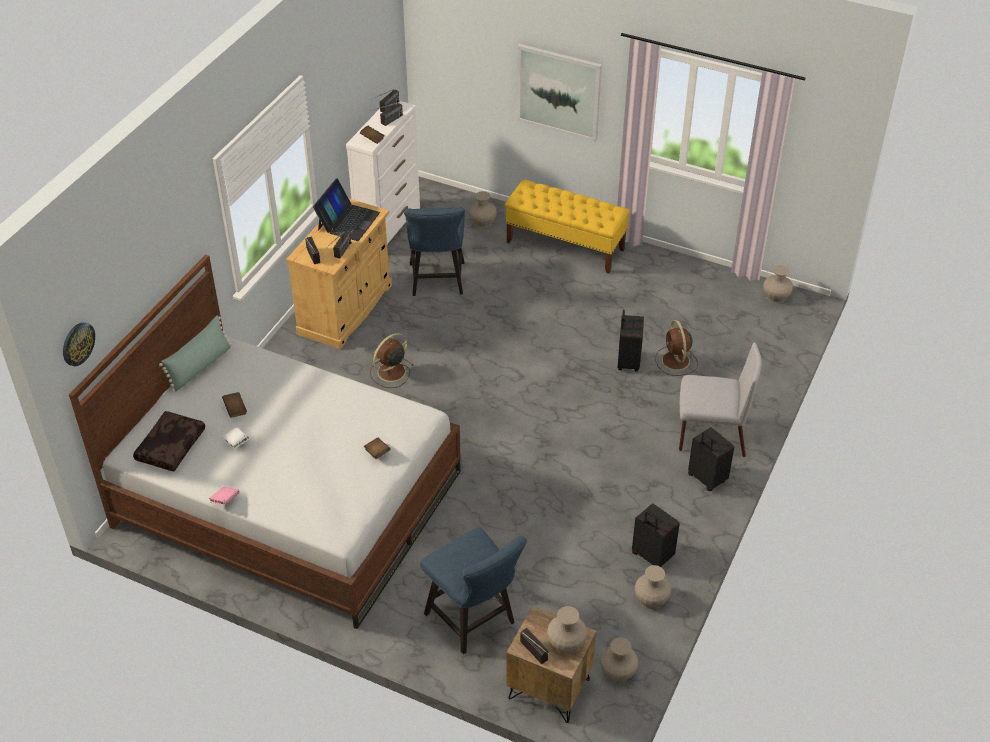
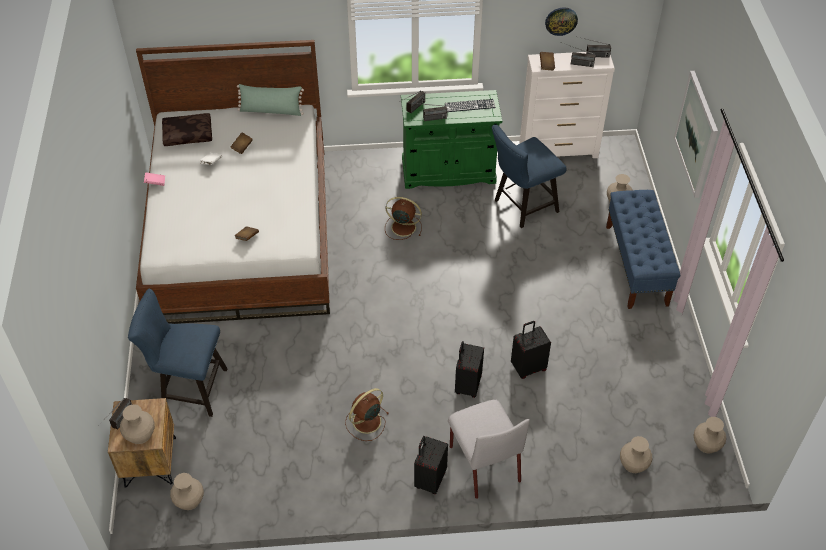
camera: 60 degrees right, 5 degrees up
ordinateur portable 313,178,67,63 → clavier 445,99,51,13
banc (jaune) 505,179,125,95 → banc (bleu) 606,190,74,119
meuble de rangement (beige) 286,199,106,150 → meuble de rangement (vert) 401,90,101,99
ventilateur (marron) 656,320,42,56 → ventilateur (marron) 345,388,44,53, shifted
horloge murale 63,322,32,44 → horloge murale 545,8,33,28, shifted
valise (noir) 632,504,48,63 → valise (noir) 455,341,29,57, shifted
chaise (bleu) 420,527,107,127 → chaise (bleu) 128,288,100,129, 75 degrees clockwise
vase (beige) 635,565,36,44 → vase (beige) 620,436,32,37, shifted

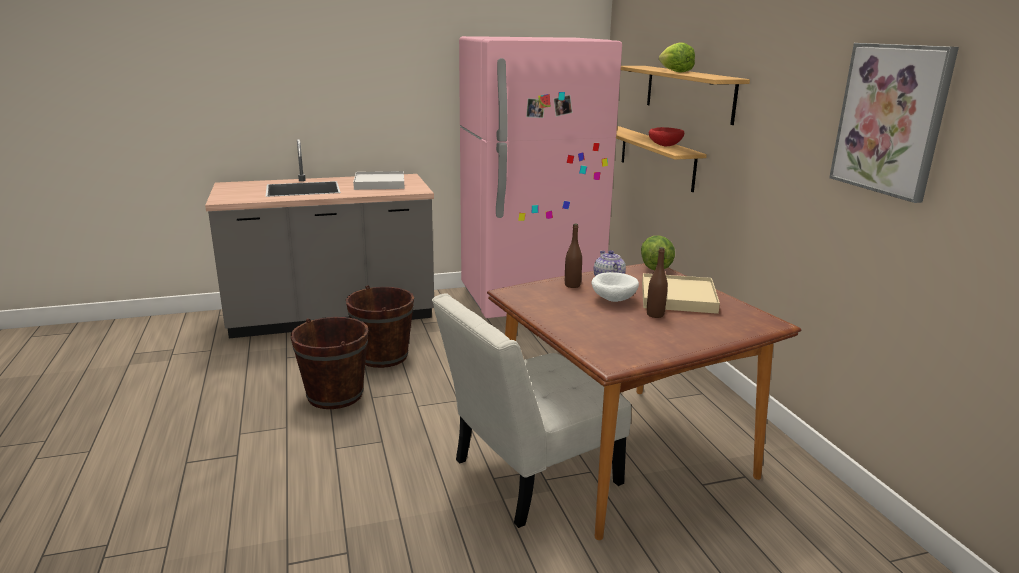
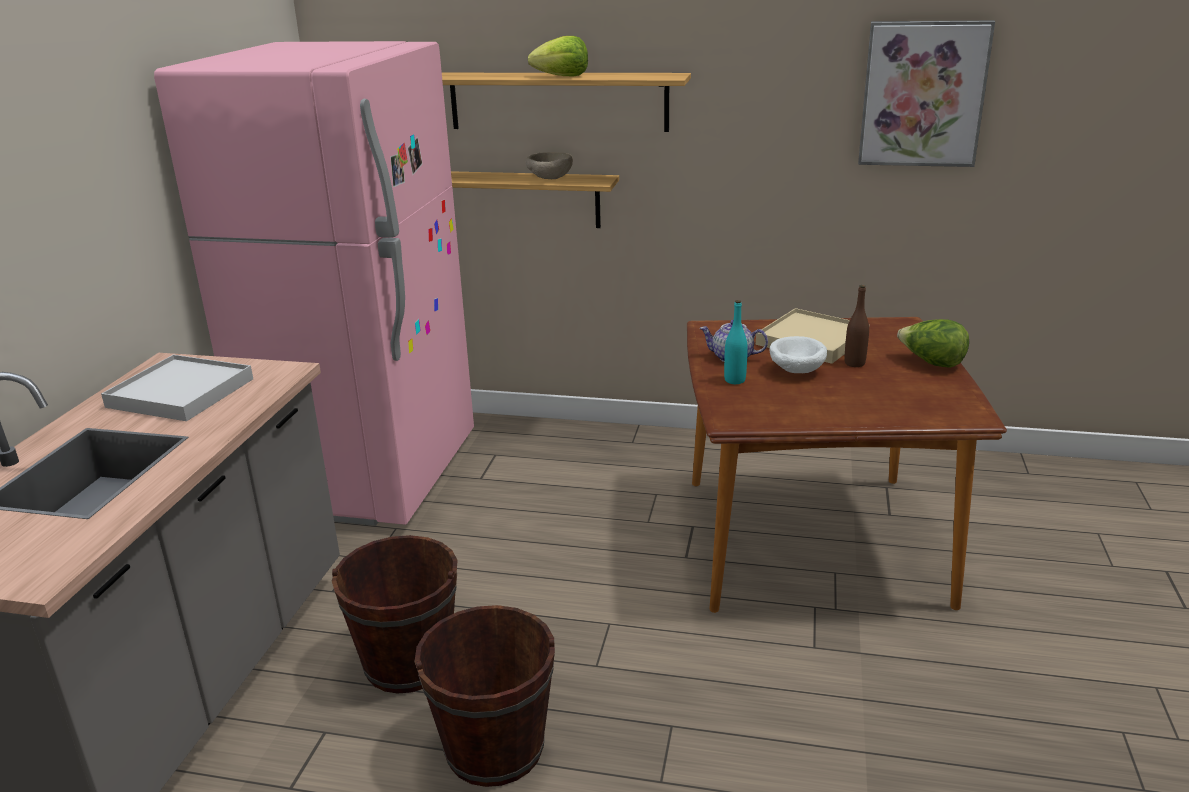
camera: 60 degrees left, 5 degrees up
bol (rouge) 649,127,35,20 → bol (beige) 526,152,47,27
bouteille (marron) 565,224,17,64 → bouteille (turquoise) 724,300,24,84
laitue 641,236,34,34 → laitue 897,319,72,49, shifted
chaise (blanc) 432,293,199,235 → -

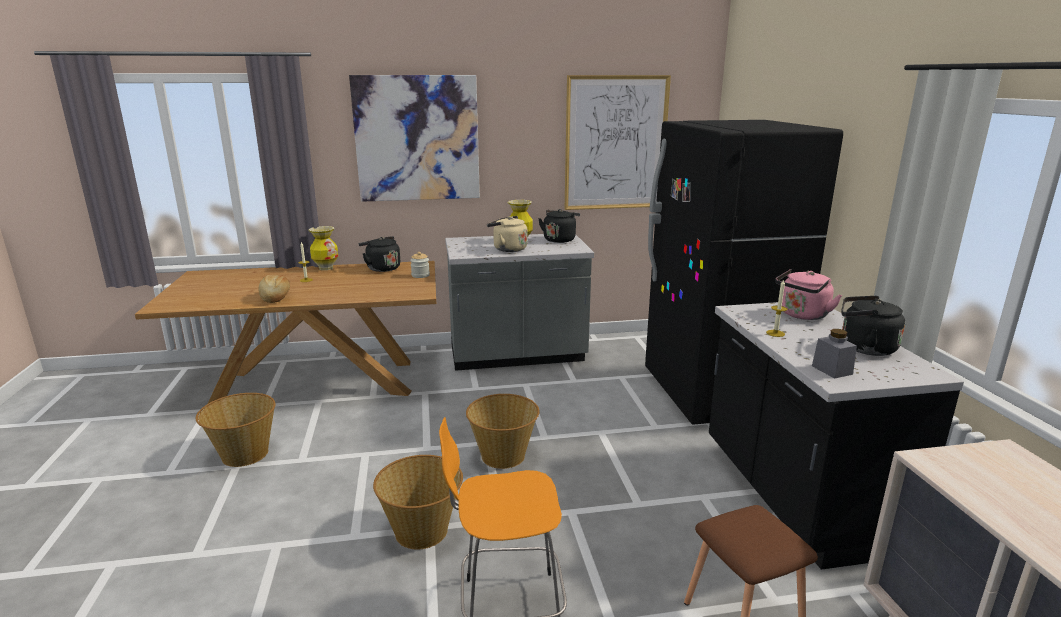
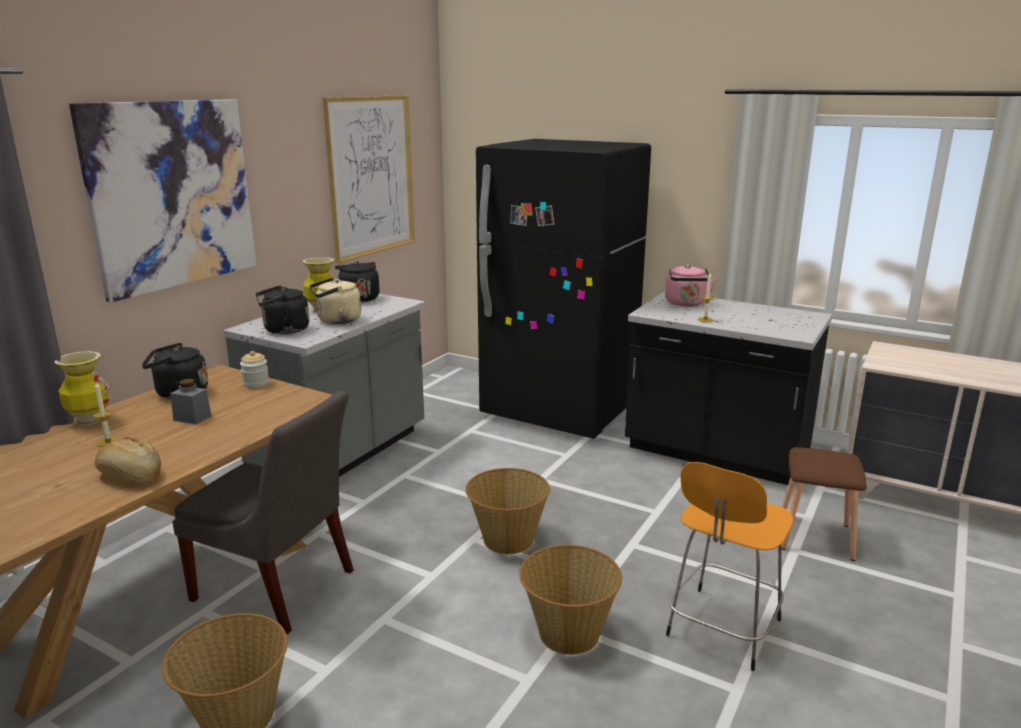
camera: 50 degrees left, 0 degrees up
bouilloire (noir) 841,296,64,60 → bouilloire (noir) 256,285,53,49, shifted
bocal (gris) 812,329,45,50 → bocal (gris) 170,379,42,45, shifted
- → chaise (gris) 172,391,182,243

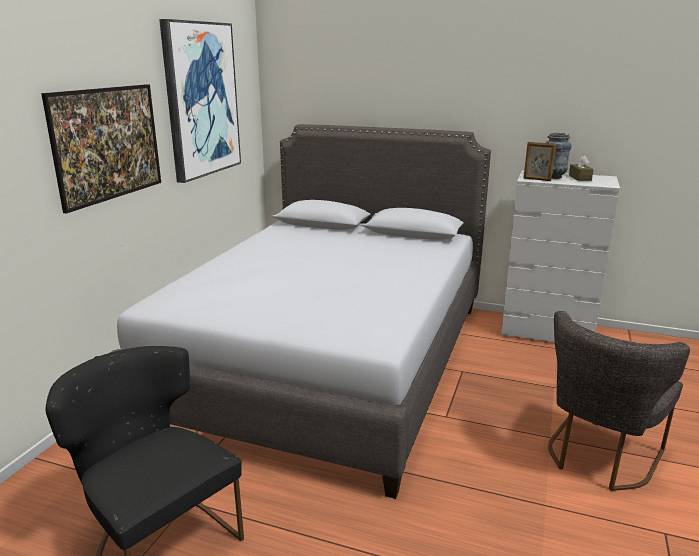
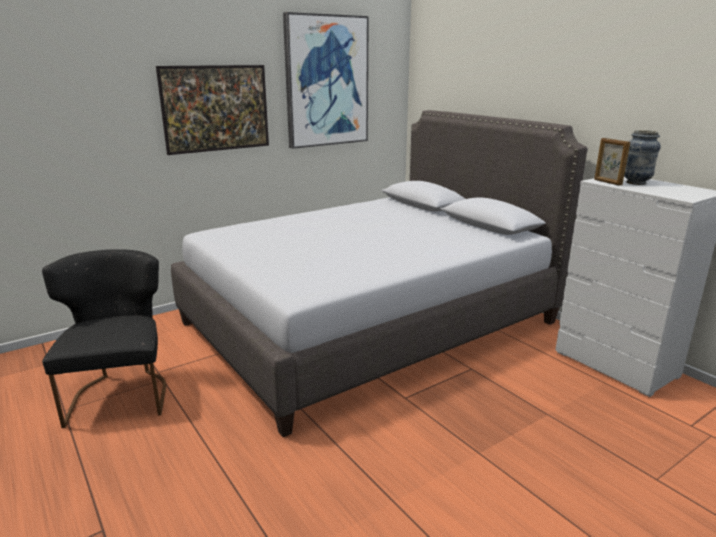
camera: 35 degrees right, 0 degrees up
boîte à mouchoirs (marron) 569,155,25,26 → -
chaise (gris) 548,311,142,180 → -

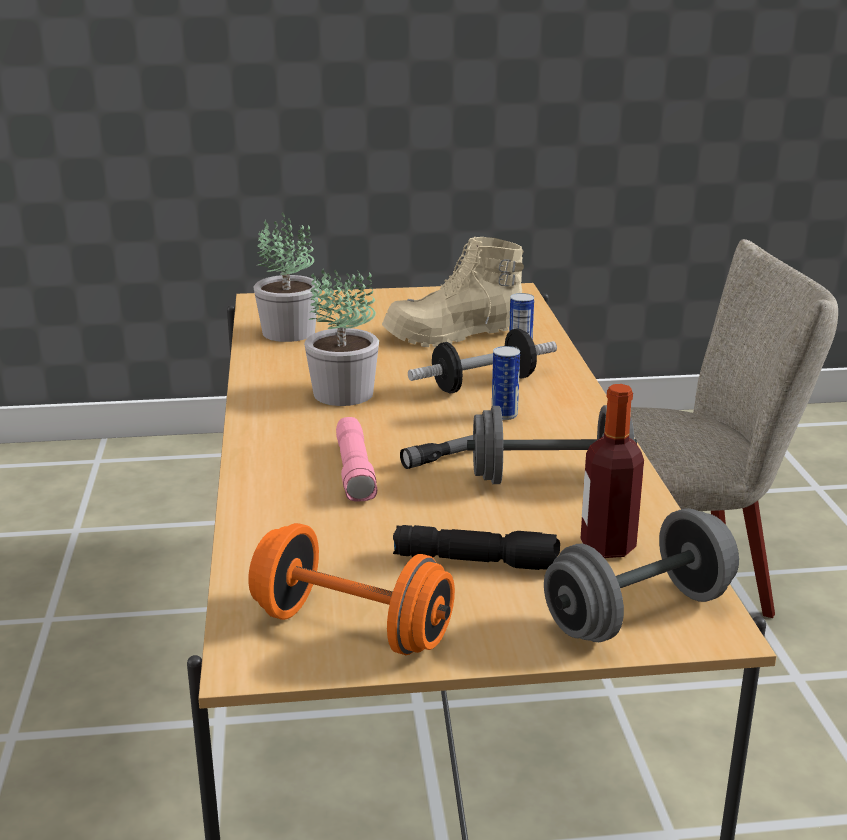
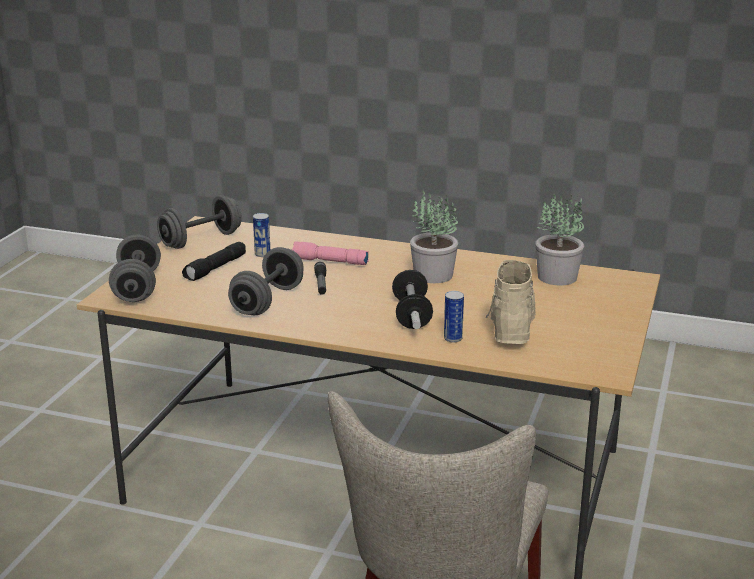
camera: 115 degrees right, 0 degrees up
boîte métallique 492,346,28,74 → boîte métallique 253,213,17,44, shifted
bouteille 580,384,64,174 → -
haltère (orange) 248,523,207,132 → haltère (gris) 157,195,85,54

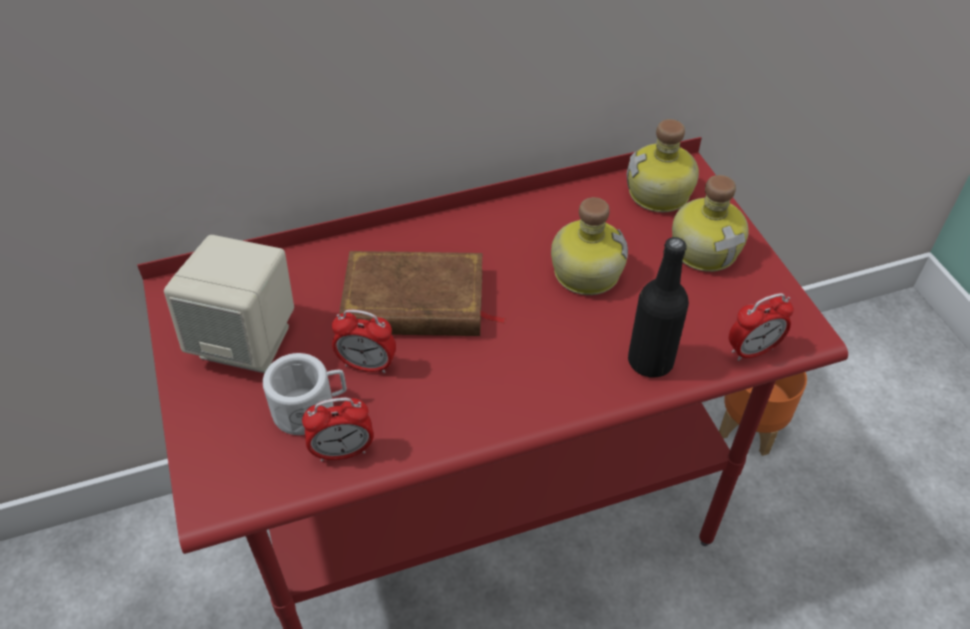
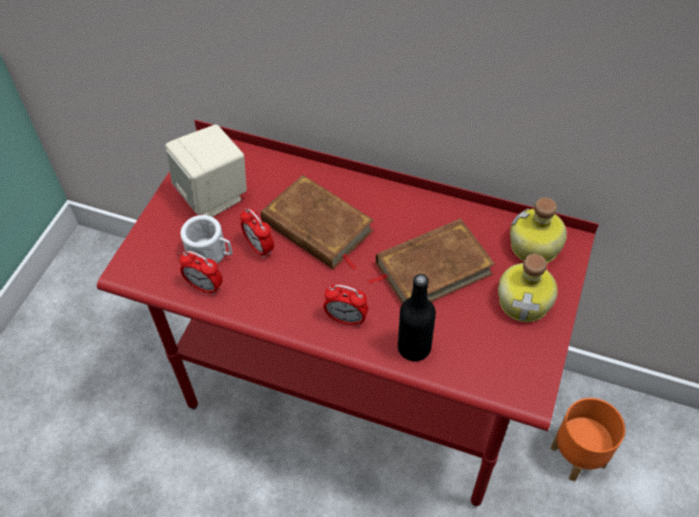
camera: 40 degrees right, 5 degrees up
bouteille 551,197,77,98 → livre (marron) 367,219,128,85
réveil 729,293,65,68 → réveil 323,284,45,42, shifted

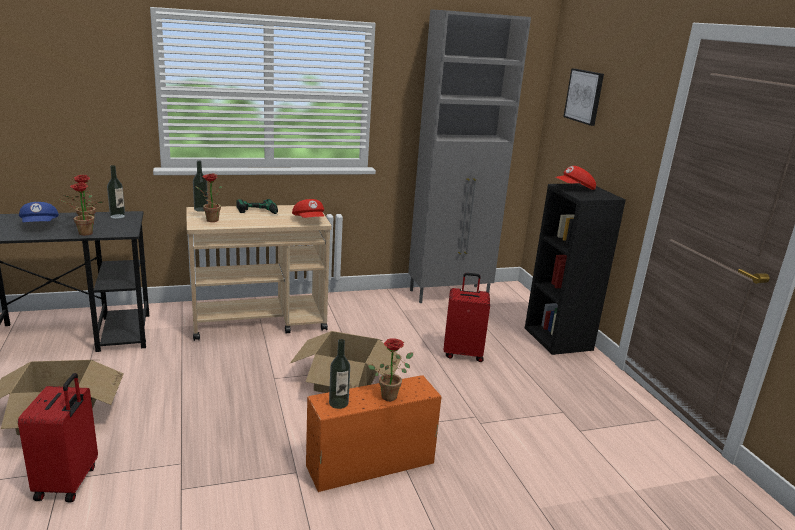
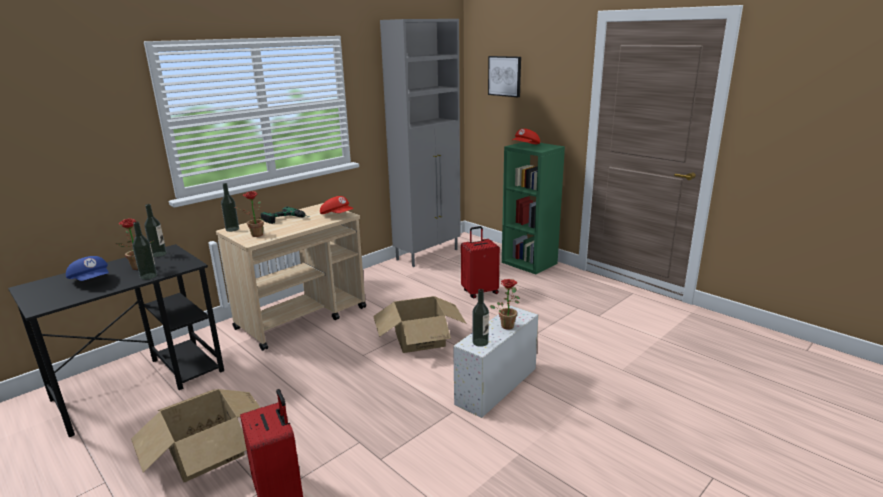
camera: 25 degrees left, 0 degrees up
plante en pot 60,183,35,53 → bouteille 132,222,25,58
bibliothèque (noir) 525,184,101,171 → bibliothèque (vert) 502,142,63,132
boîte de rangement (orange) 306,375,136,117 → boîte de rangement (blanc) 453,306,85,112

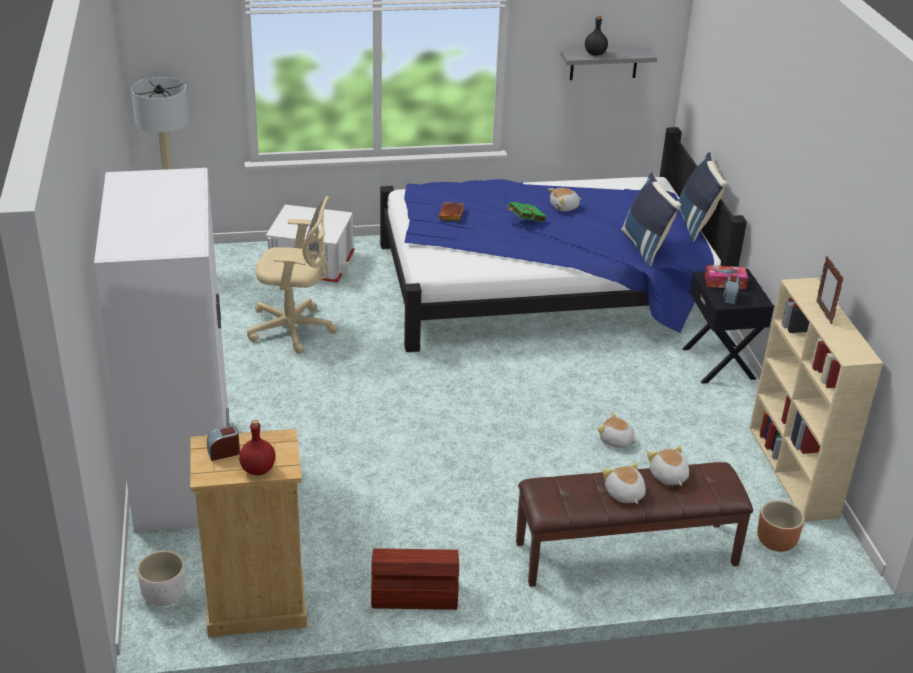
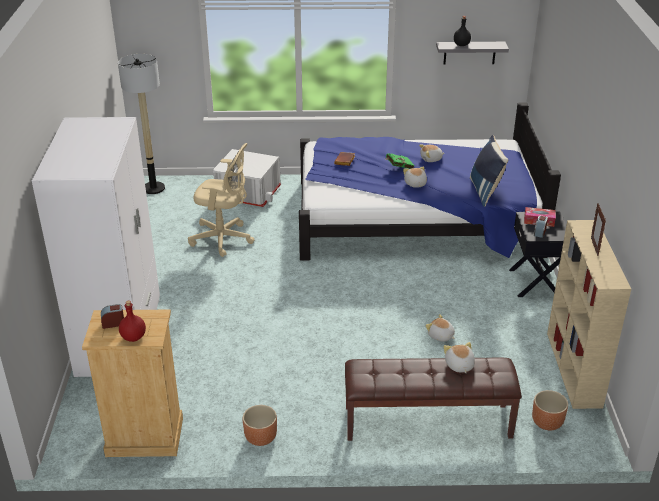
camera: 10 degrees right, 0 degrees up
coussin (bleu) 678,152,49,90 → -
peluche 603,462,43,42 → peluche 403,167,24,21, shifted
boîte de rangement (marron) 371,548,88,62 → cache-pot (marron) 243,405,34,41
cache-pot (blanc) 137,551,49,55 → -

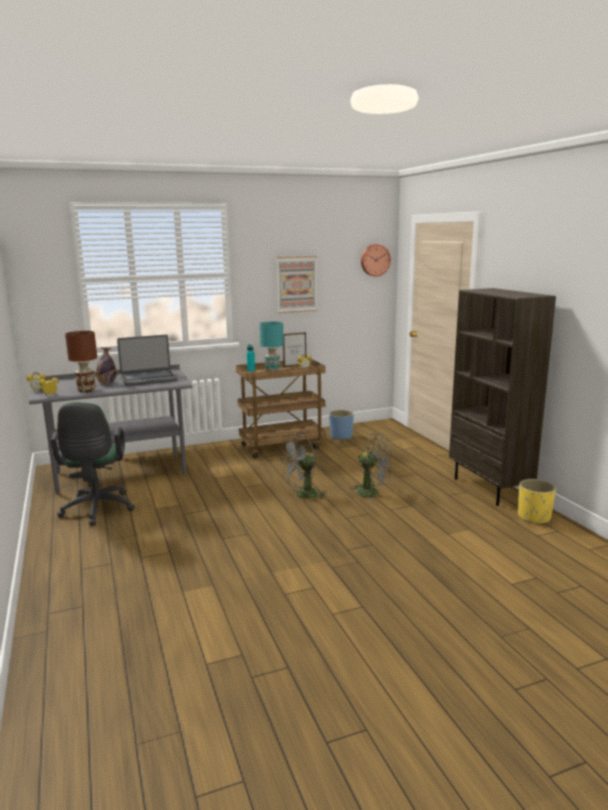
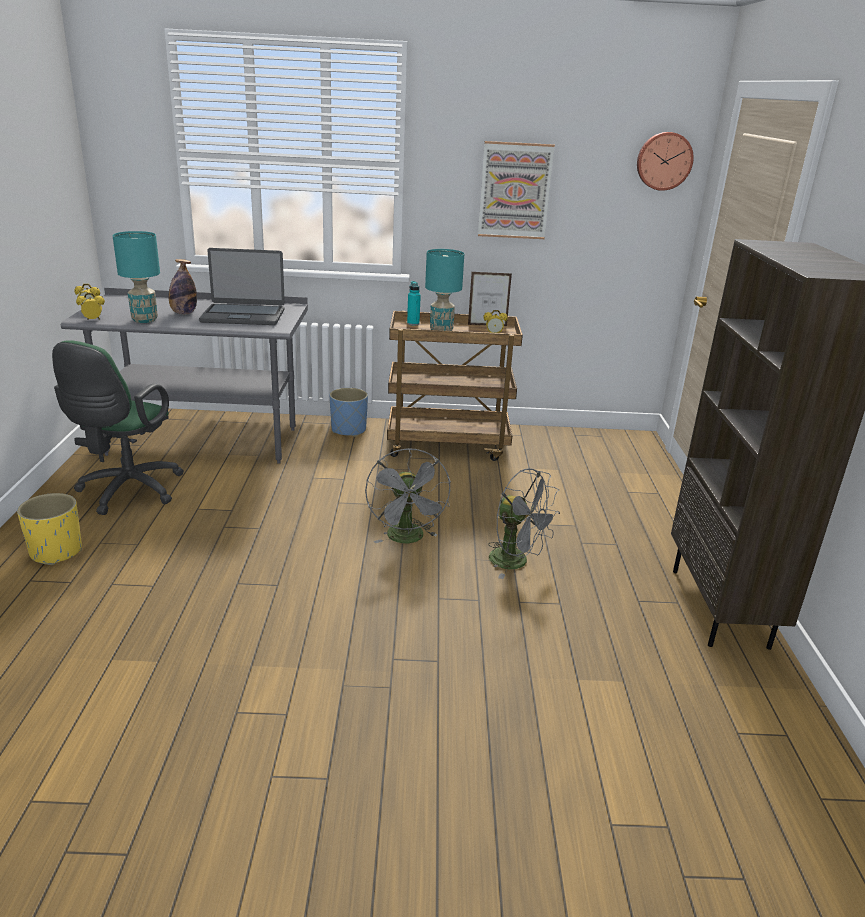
camera: 20 degrees right, 10 degrees up
lampe de table (marron) 65,331,32,61 → lampe de table (turquoise) 112,231,48,92
cache-pot (bleu) 329,410,25,30 → cache-pot (bleu) 330,388,38,49, shifted
ventilateur (gris) 280,435,47,67 → ventilateur (gris) 365,448,86,95, 90 degrees counterclockwise
cache-pot (jaune) 518,479,38,44 → cache-pot (jaune) 17,493,65,72, shifted

